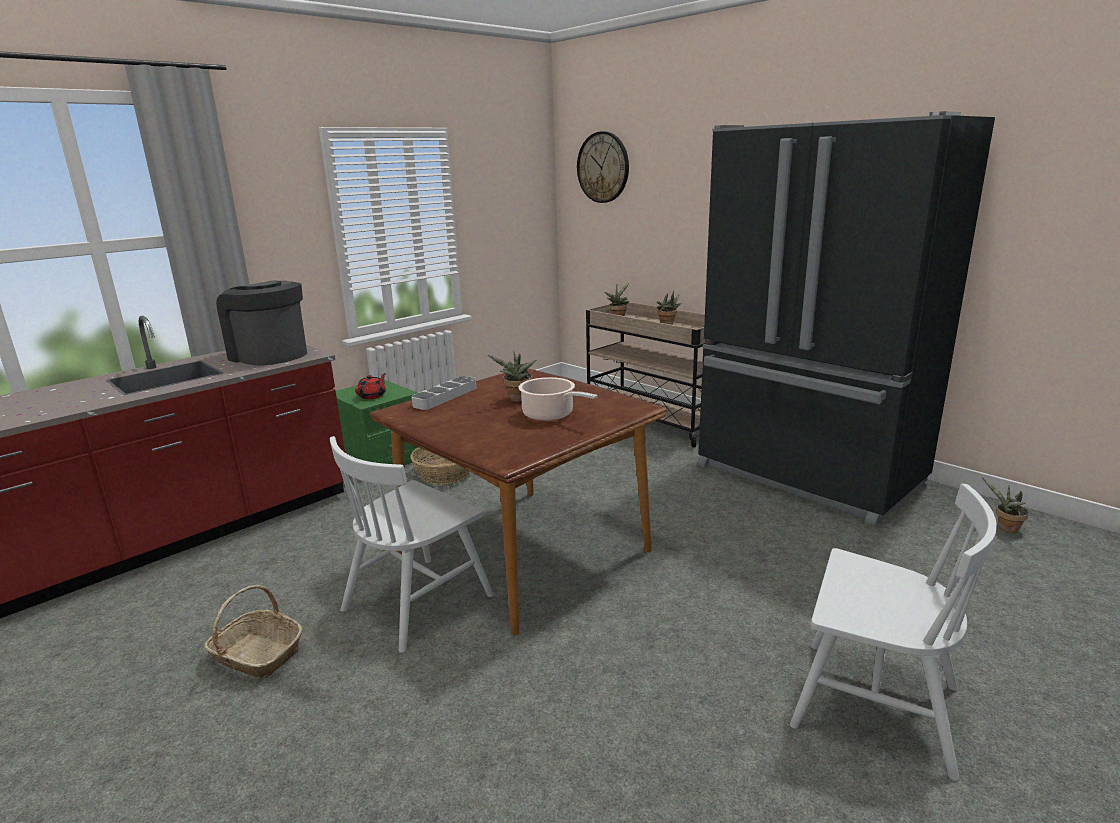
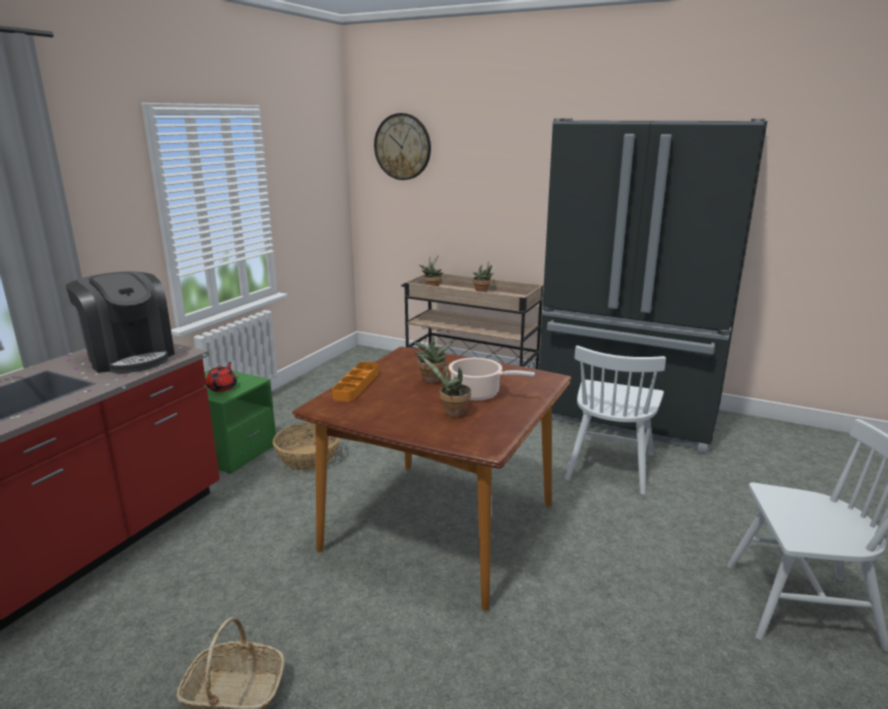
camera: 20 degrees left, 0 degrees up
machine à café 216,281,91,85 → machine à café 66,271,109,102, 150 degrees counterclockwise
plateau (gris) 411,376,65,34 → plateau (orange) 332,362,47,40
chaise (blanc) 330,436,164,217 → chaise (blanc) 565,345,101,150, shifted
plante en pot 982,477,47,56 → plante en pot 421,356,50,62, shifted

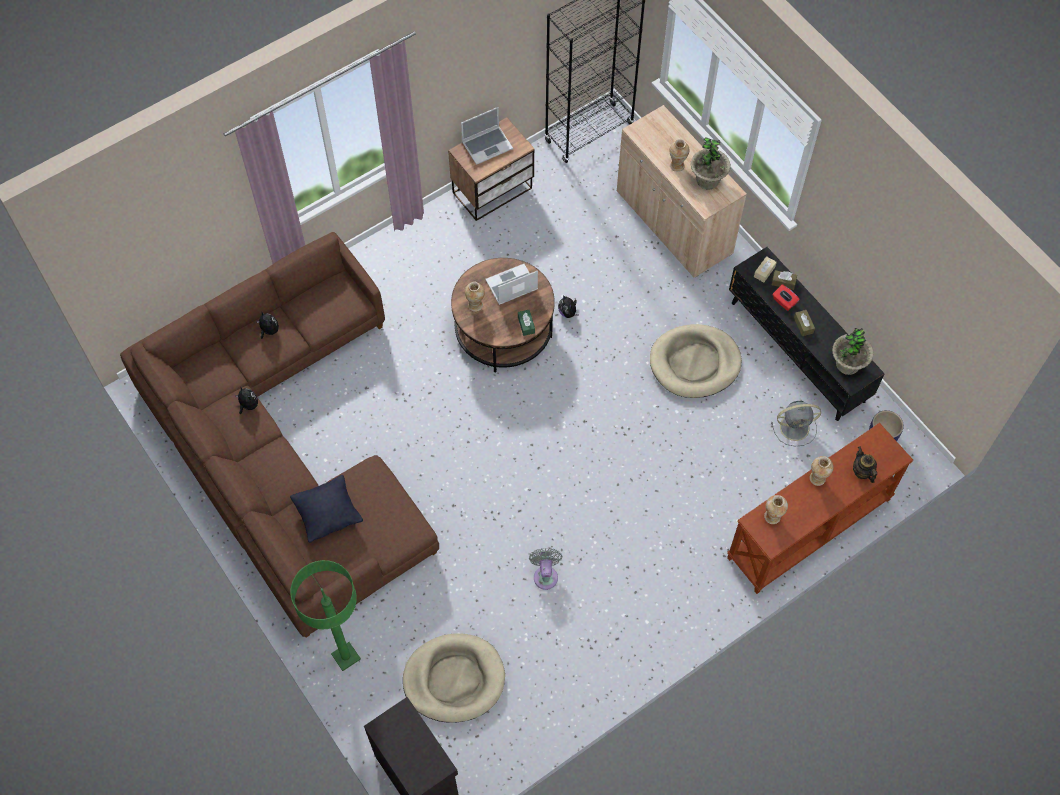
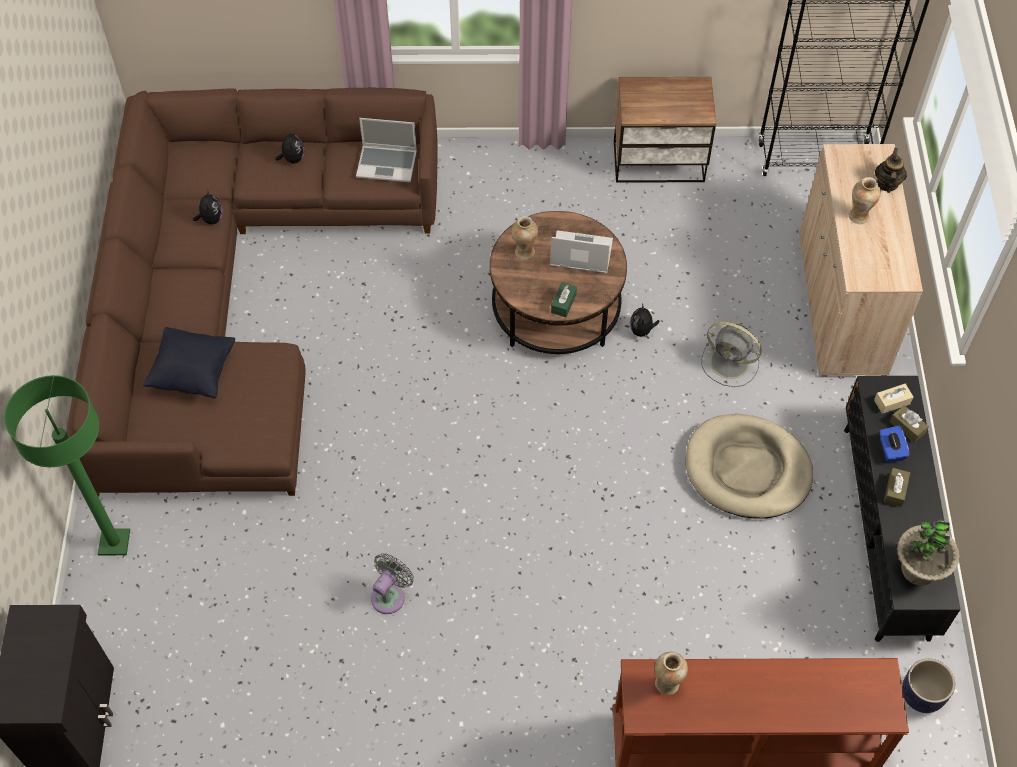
camera: 35 degrees right, 5 degrees down
ordinateur portable 461,107,52,58 → ordinateur portable 356,118,61,64, shifted
plante en pot 691,137,40,53 → -
boîte à mouchoirs (rouge) 772,284,28,27 → boîte à mouchoirs (bleu) 880,425,30,37
ventilateur (gris) 771,401,50,45 → ventilateur (gris) 701,322,61,65, shifted
théière 853,447,24,36 → théière 875,148,32,45, shifted
vase 810,456,24,30 → -
panier pour chien (beige) 403,634,102,89 → -

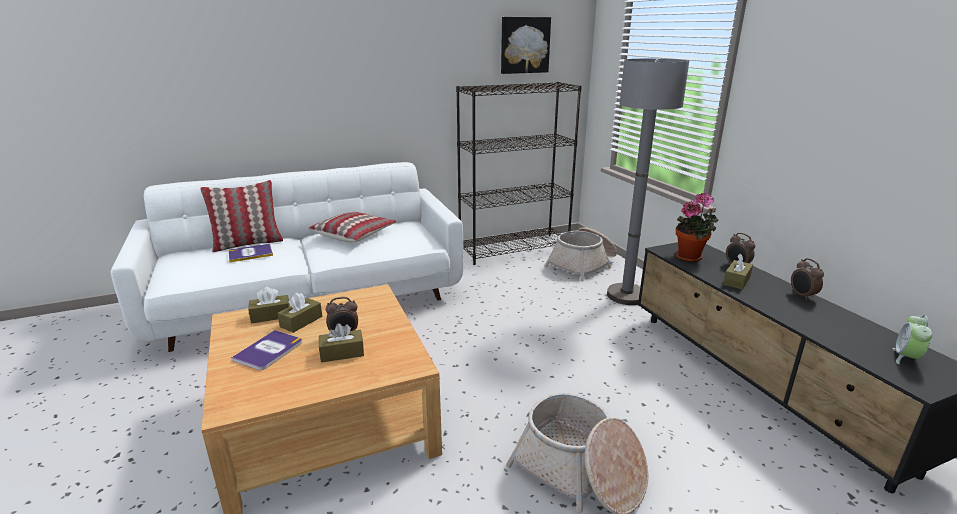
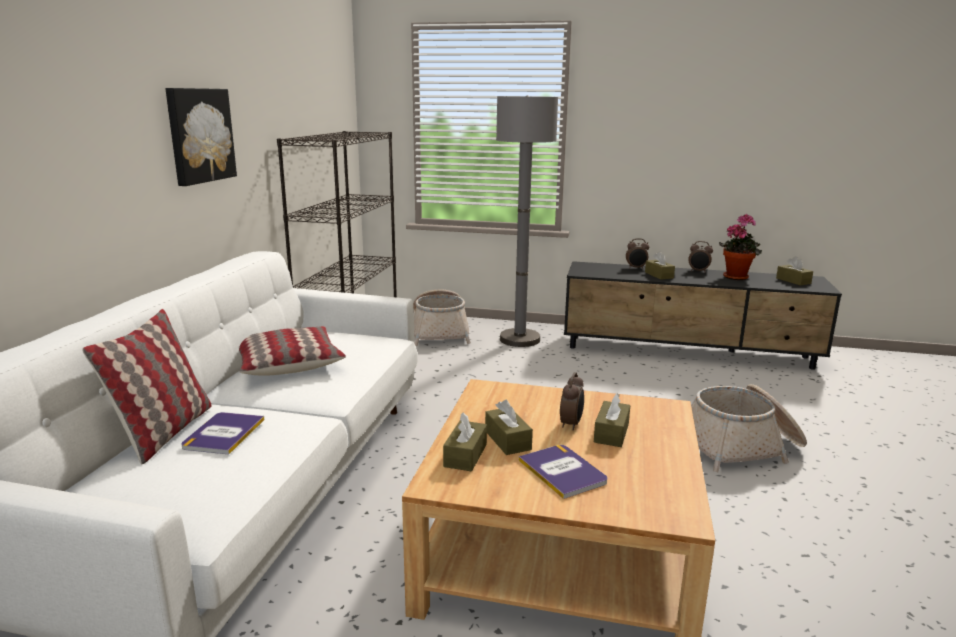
camera: 55 degrees left, 5 degrees down
tableau 501,17,50,57 → tableau 165,88,72,98, shifted
plante en pot 675,193,44,69 → plante en pot 719,214,43,66, shifted
réveil 893,315,40,49 → boîte à mouchoirs (marron) 776,256,37,29

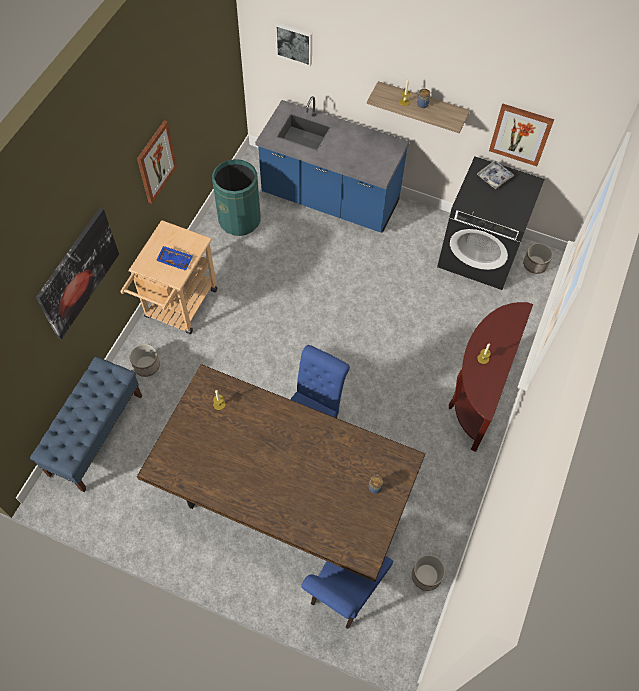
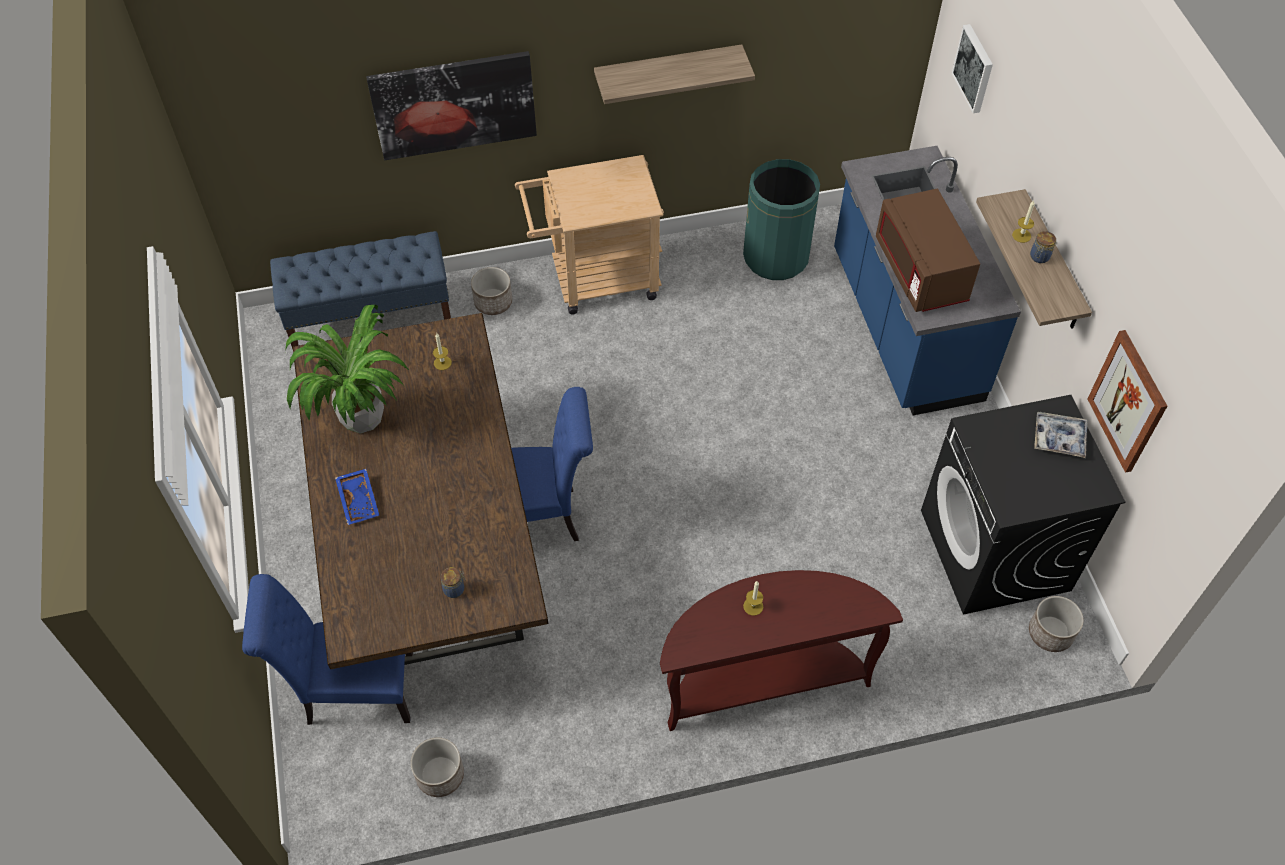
camera: 55 degrees right, 5 degrees down
tableau 137,120,40,84 → étagère 594,44,161,60
plateau (bleu) 156,246,37,25 → plateau (bleu) 335,469,45,56, shifted
- → micro-ondes (marron) 876,189,104,123
- → plante en pot 285,305,125,129

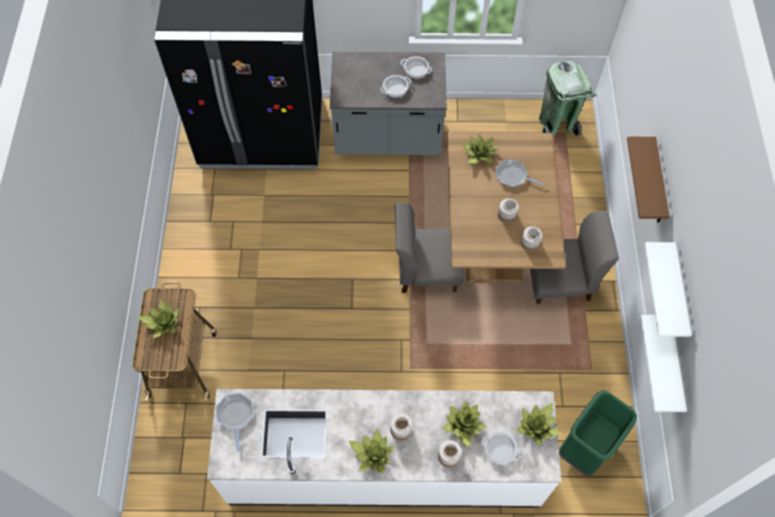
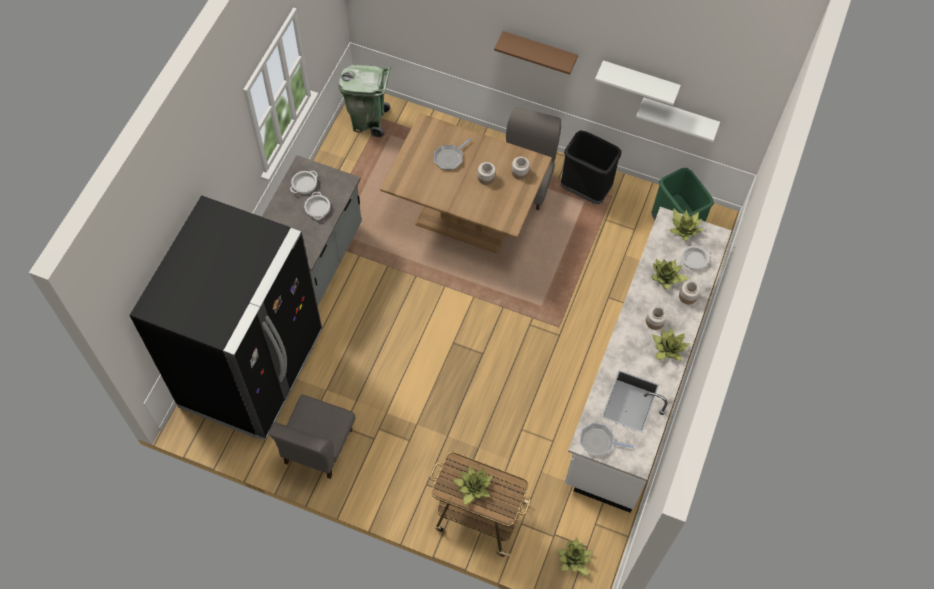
camera: 70 degrees left, 0 degrees up
plante en pot 462,134,37,30 → plante en pot 557,538,36,38, shifted
chaise (gris) 395,203,69,90 → chaise (gris) 268,394,88,85, shifted
- → poubelle (noir) 561,131,61,73

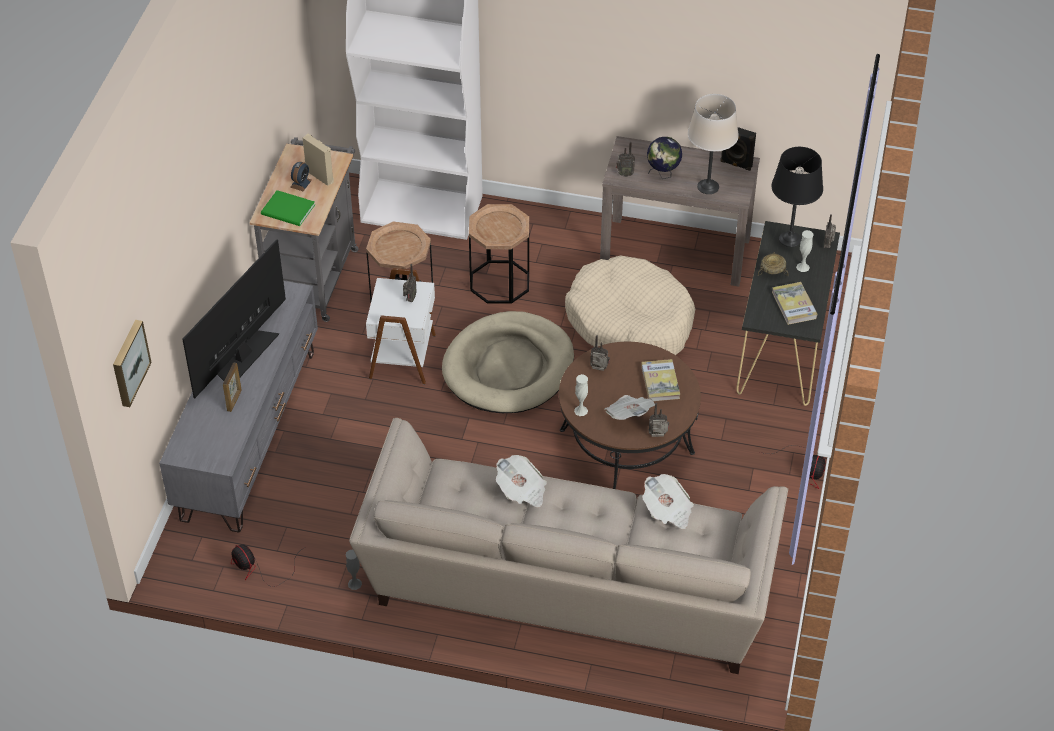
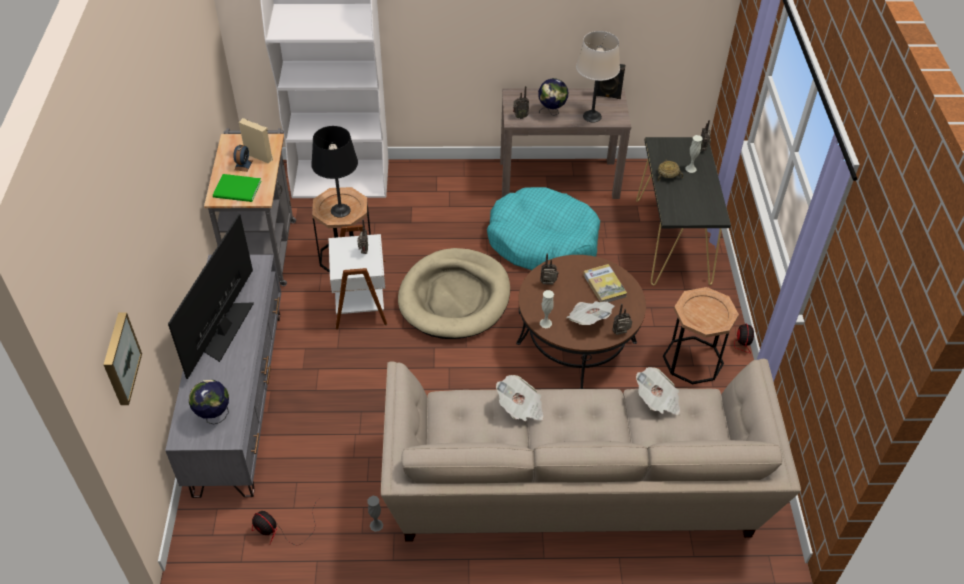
camera: 15 degrees left, 0 degrees up
lampe de table (noir) 772,147,51,100 → lampe de table (noir) 311,126,47,92, shifted
table d'appoint (marron) 469,204,60,100 → table d'appoint (marron) 663,287,76,97, shifted
panier pour chien (beige) 565,255,130,100 → panier pour chien (turquoise) 487,187,113,83
livre 772,282,45,43 → -
cadre photo 223,362,19,50 → -
- → globe 189,380,40,45

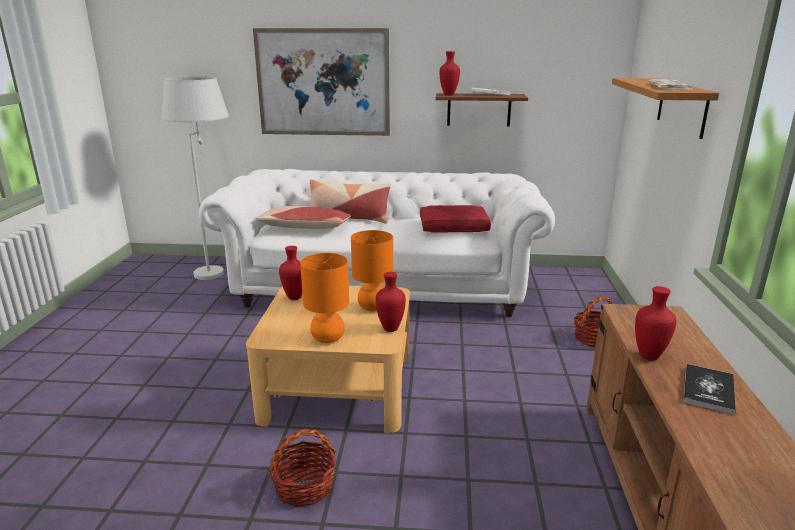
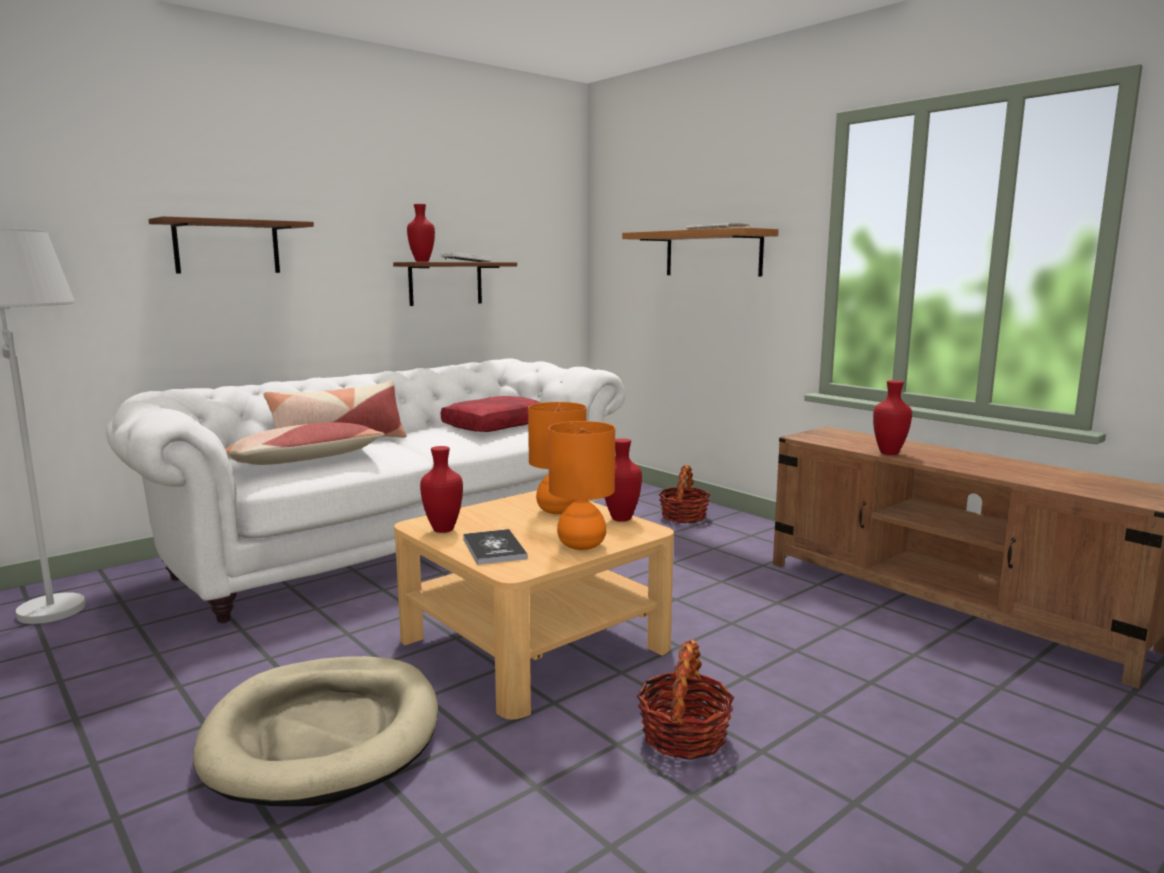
camera: 45 degrees left, 10 degrees down
tableau 253,28,137,108 → étagère (marron) 149,216,165,58
livre 683,364,53,50 → livre 463,529,65,36, shifted
- → panier pour chien (beige) 193,656,245,150

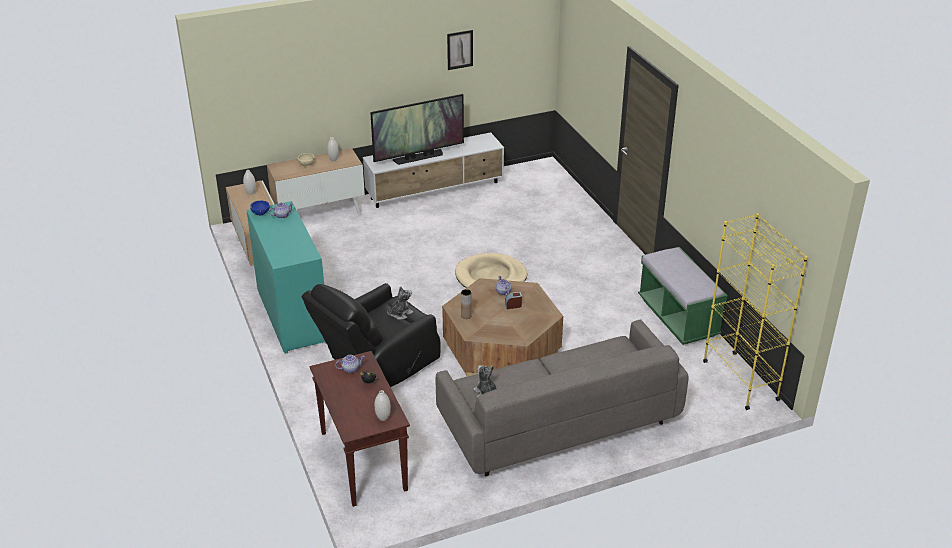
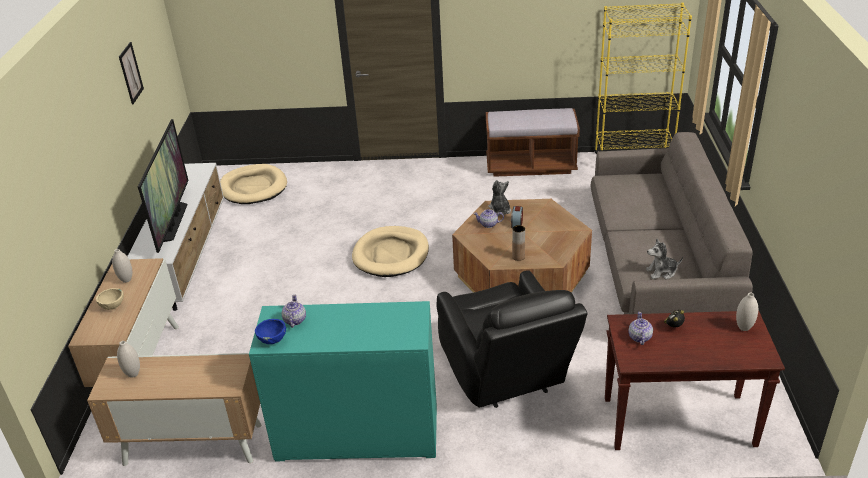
camera: 65 degrees left, 0 degrees up
banc (vert) 638,247,90,98 → banc (marron) 486,108,94,69
peluche 387,286,26,34 → peluche 488,180,23,36, shifted
- → panier pour chien (beige) 220,164,67,40

